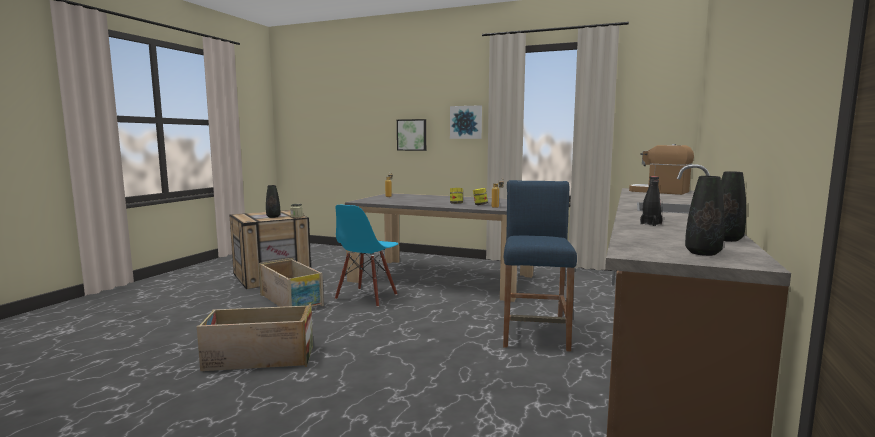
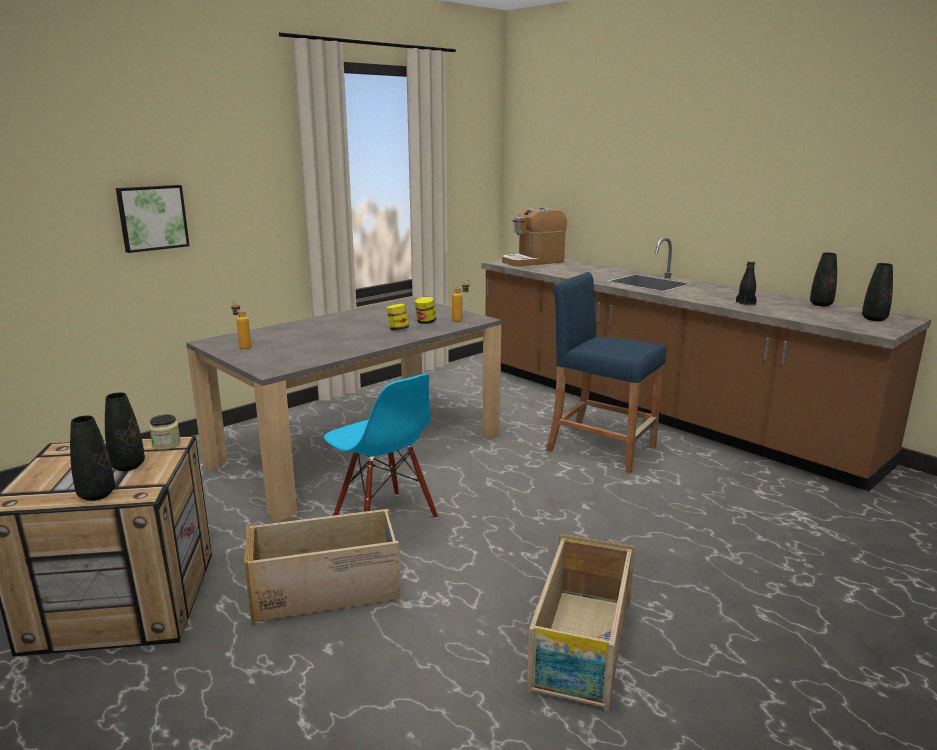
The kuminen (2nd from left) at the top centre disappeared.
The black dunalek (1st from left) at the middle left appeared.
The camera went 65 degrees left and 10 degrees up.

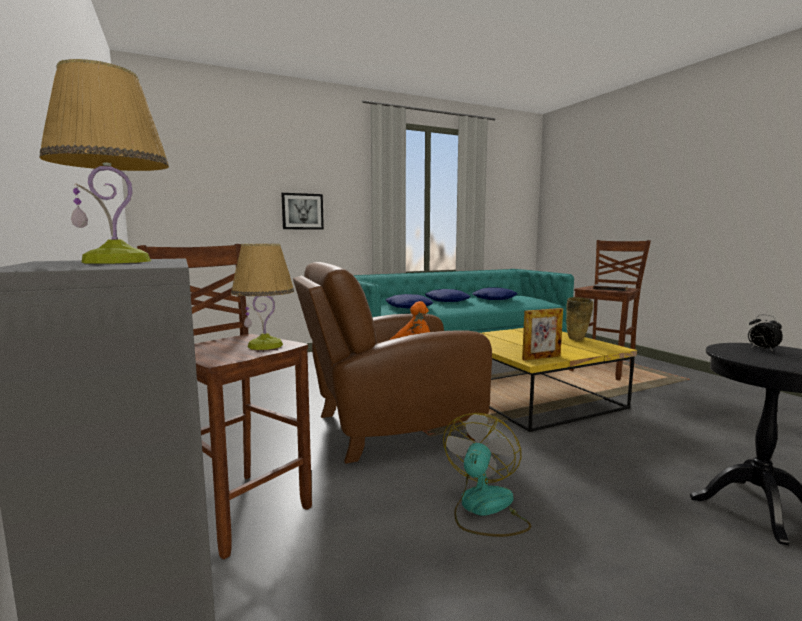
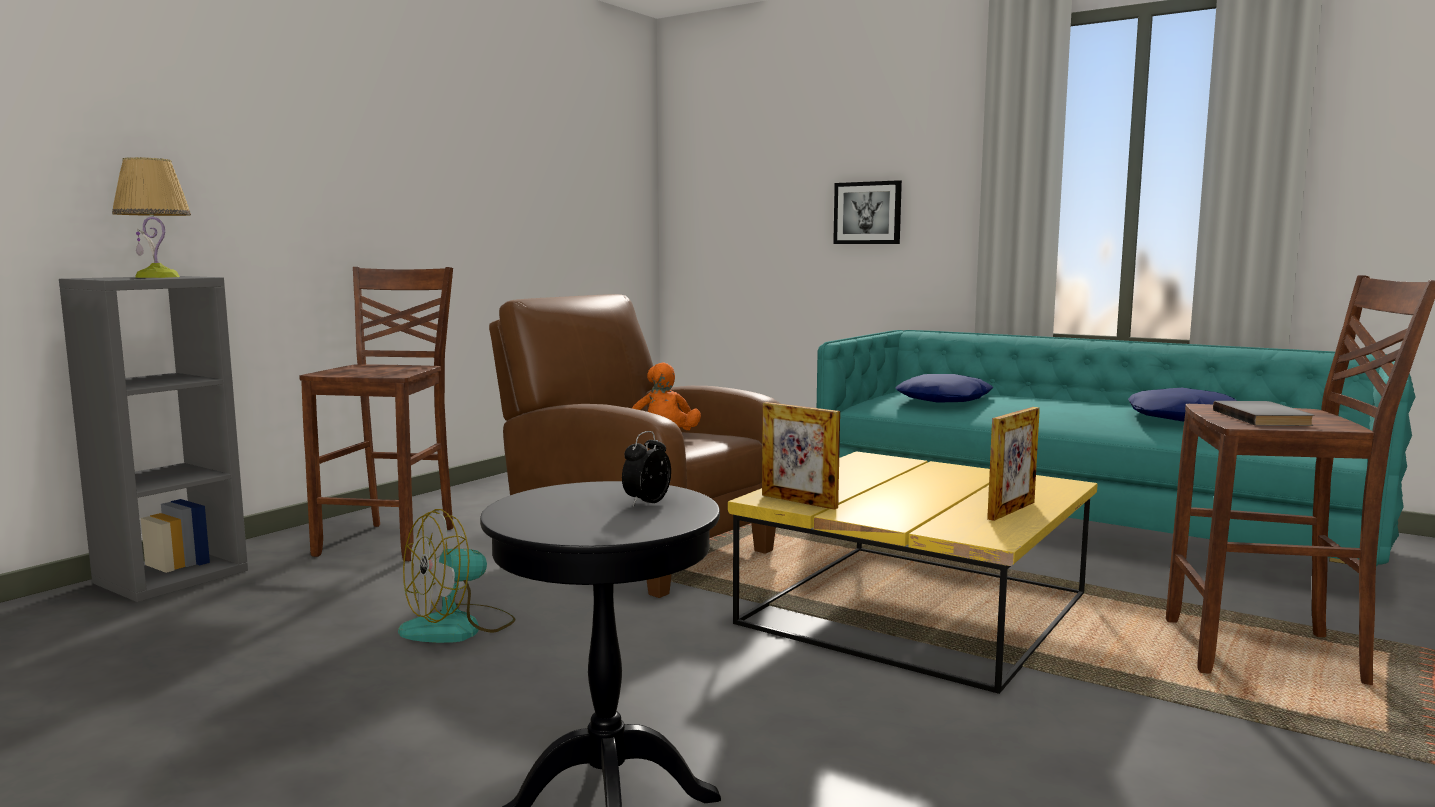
The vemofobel (2nd from left) at the middle left disappeared.
The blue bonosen (2nd from left) at the centre disappeared.
The beige dunalek at the middle right was replaced by the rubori (2nd from left) at the middle right.
The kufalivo at the bottom centre turned 150 degrees clockwise.
The camera went 60 degrees right and 0 degrees up.

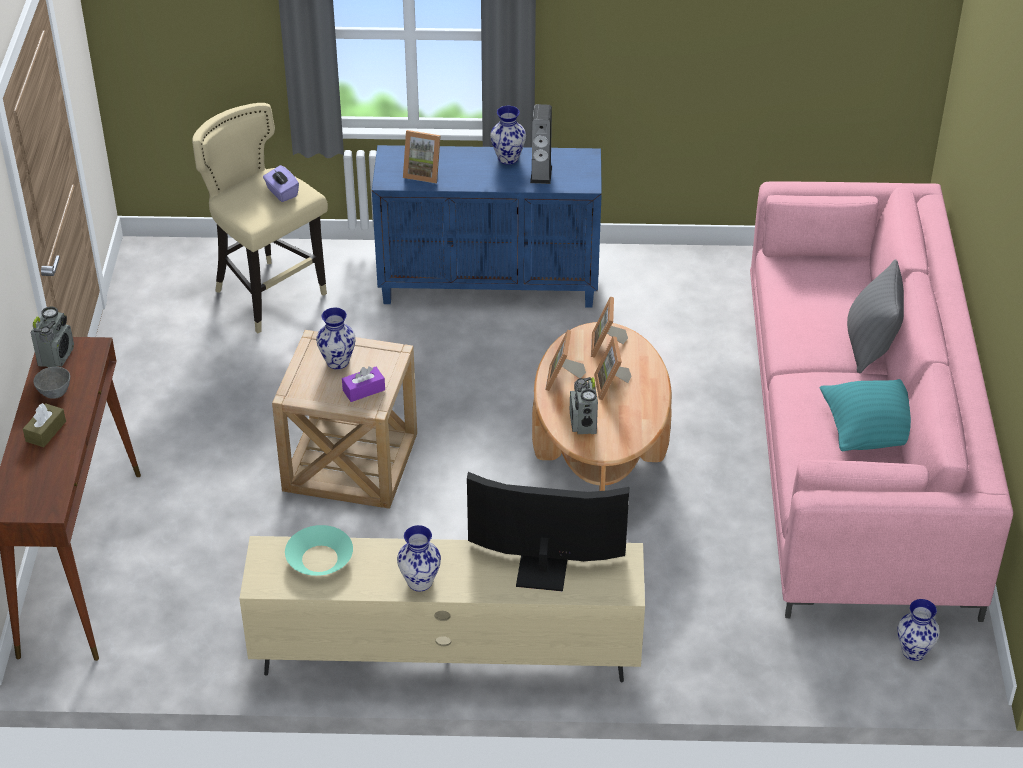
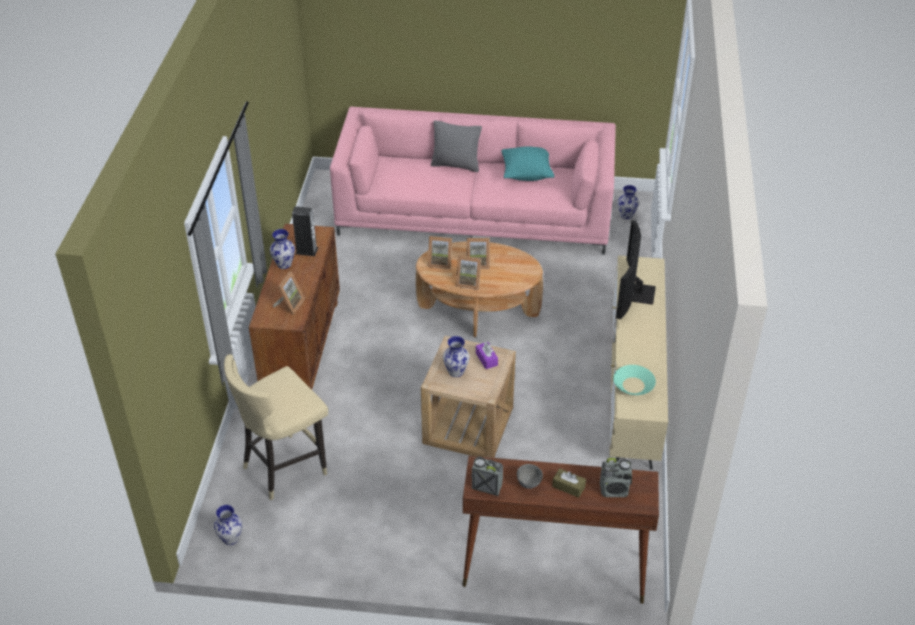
The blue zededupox at the top centre became the brown zededupox at the middle left.
The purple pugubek (1st from left) at the top left disappeared.
The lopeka (2nd from left) moved from the centre to the bottom right.
The dunalek (2nd from left in the first image) moved from the bottom centre to the bottom left.
The camera went 85 degrees left and 0 degrees up.

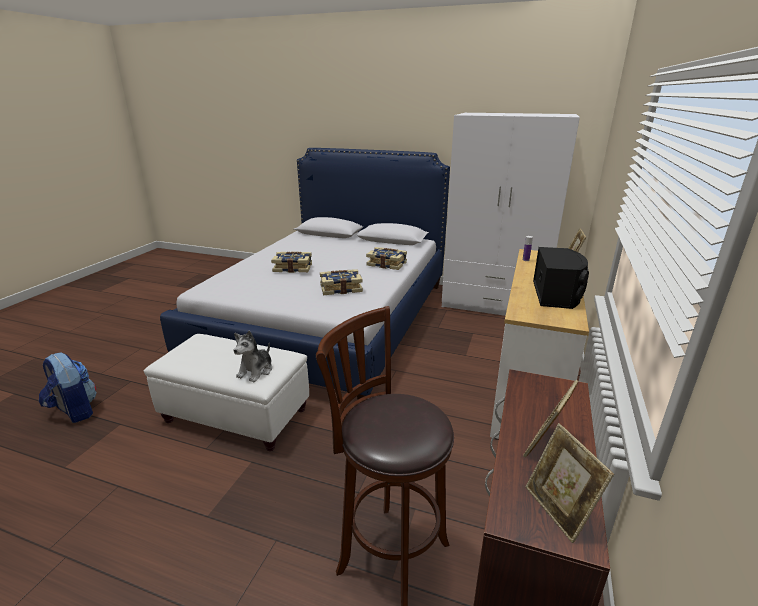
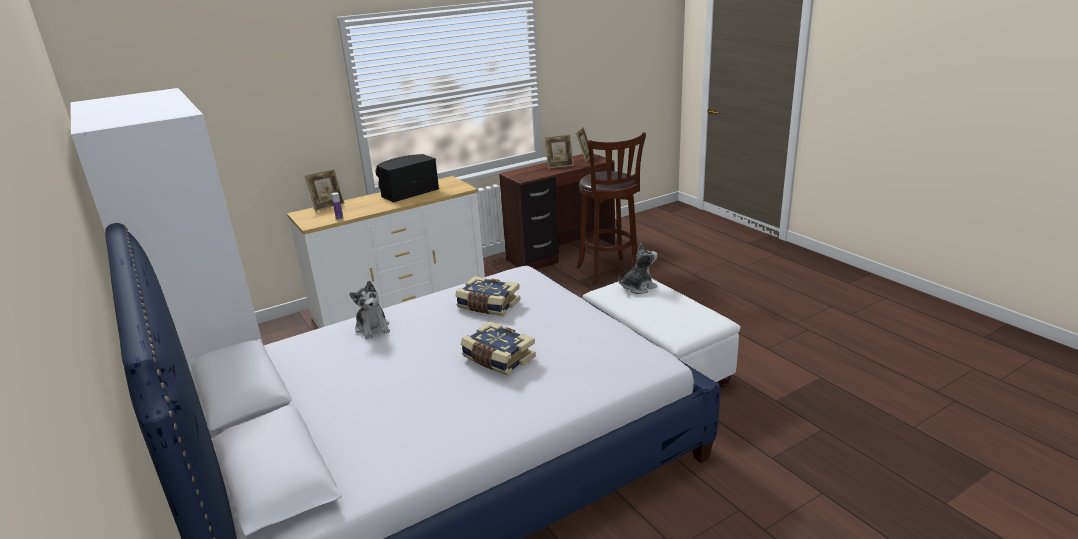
The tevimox (3rd from left) at the centre was replaced by the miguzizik (1st from left) at the centre.
The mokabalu at the middle left disappeared.
The camera went 140 degrees left and 0 degrees up.

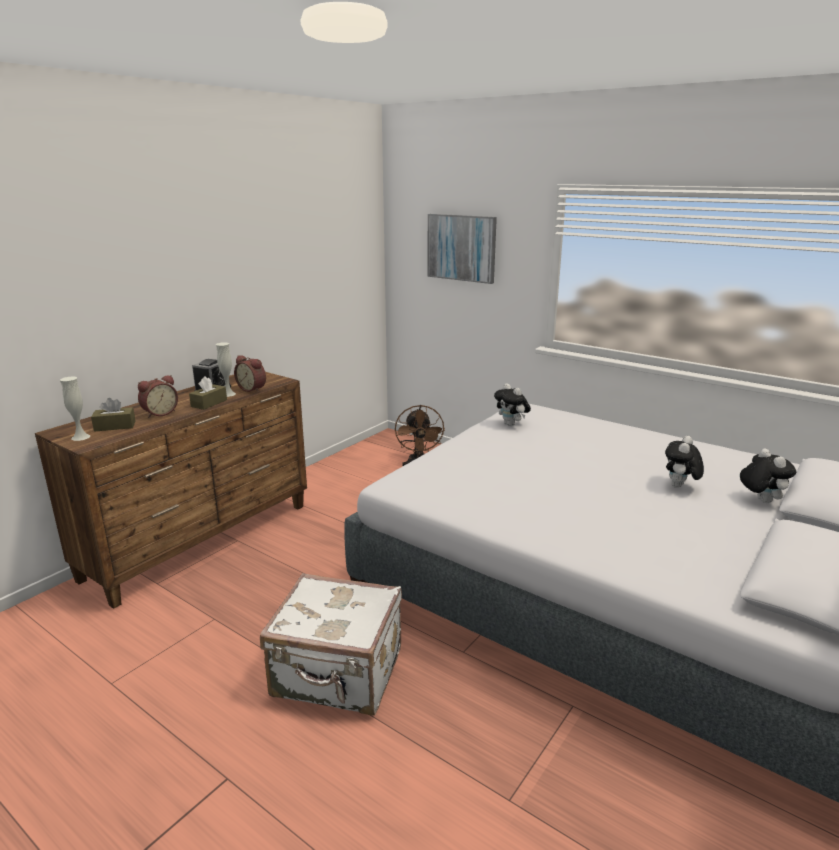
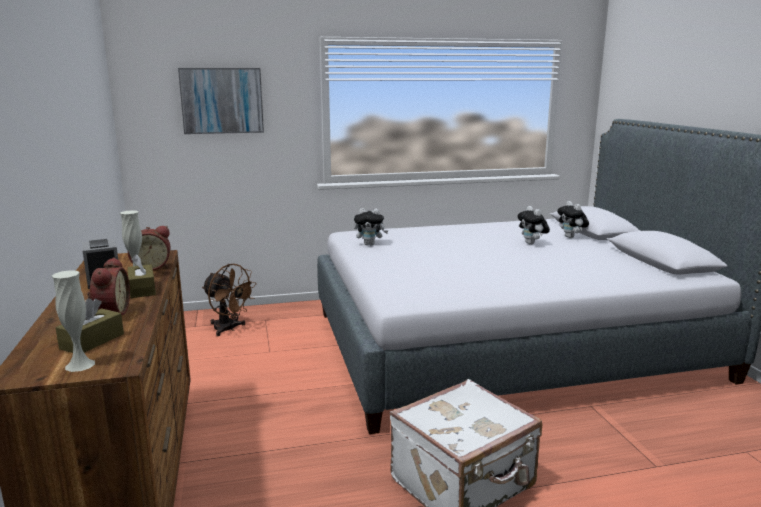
The miguzizik (3rd from left) at the middle right turned 135 degrees counterclockwise.
The camera went 50 degrees left and 5 degrees down.

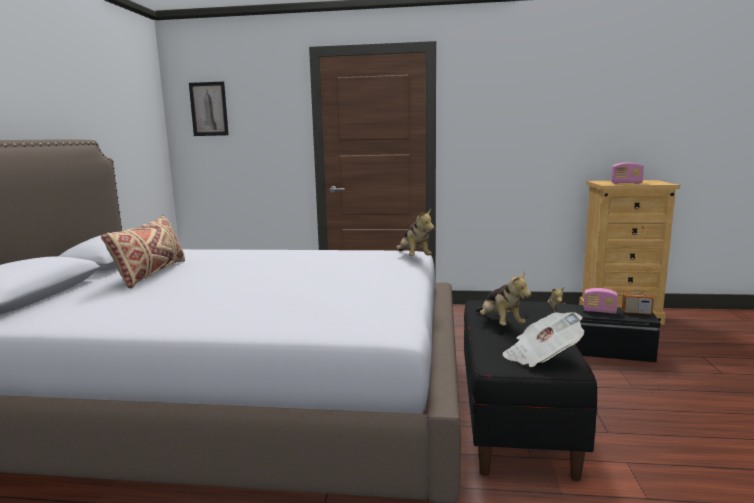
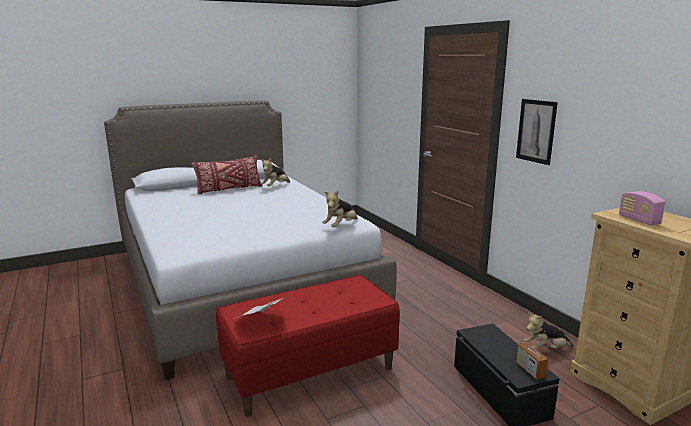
The kuminen moved from the top left to the top right.
The beige bonosen at the middle left became the red bonosen at the middle left.
The miguzizik (2nd from left in the first image) moved from the middle right to the centre.
The lopeka (1st from left) at the middle right disappeared.
The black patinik at the bottom right became the red patinik at the bottom centre.
The camera went 55 degrees right and 5 degrees up.

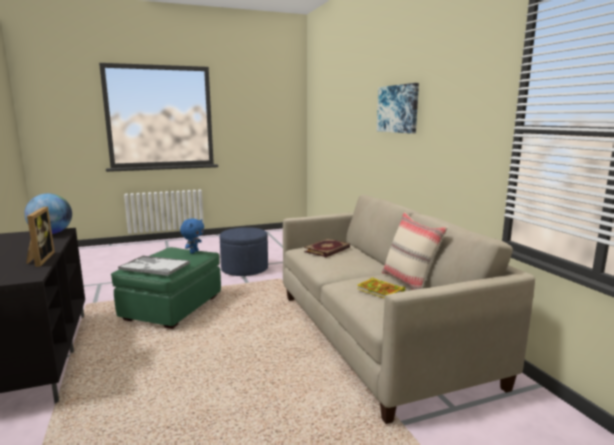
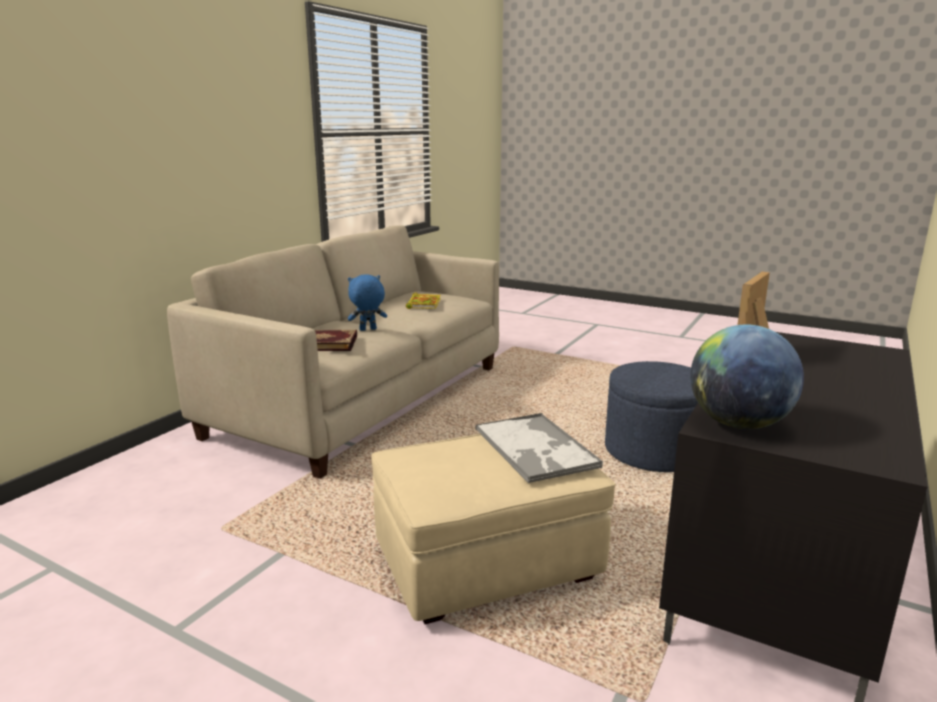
The kuminen at the top centre disappeared.
The beige bonosen at the middle right disappeared.
The blue miguzizik moved from the middle left to the centre.
The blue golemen moved from the centre to the middle right.
The green golemen at the middle left became the beige golemen at the bottom centre.
The camera went 130 degrees left and 5 degrees up.

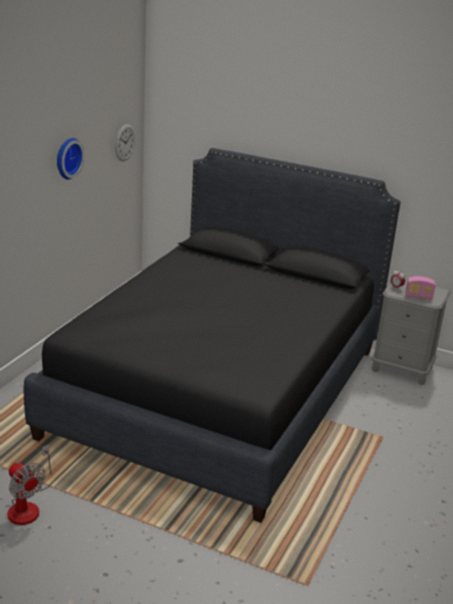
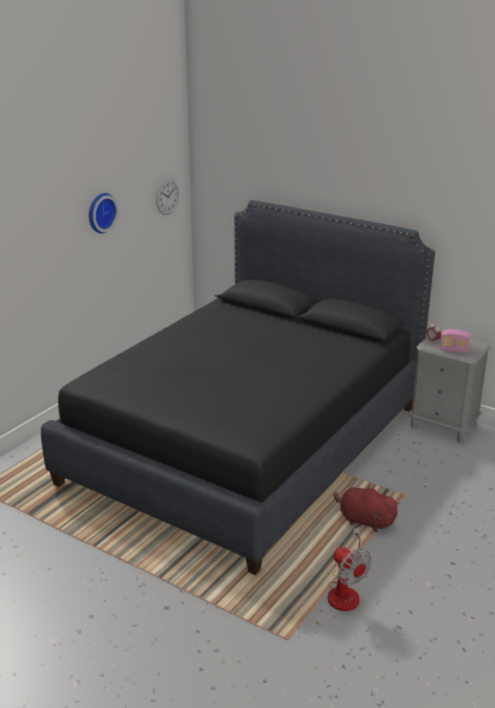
The kufalivo moved from the bottom left to the bottom right.
The red miguzizik at the bottom right appeared.
The camera went 10 degrees right and 0 degrees up.

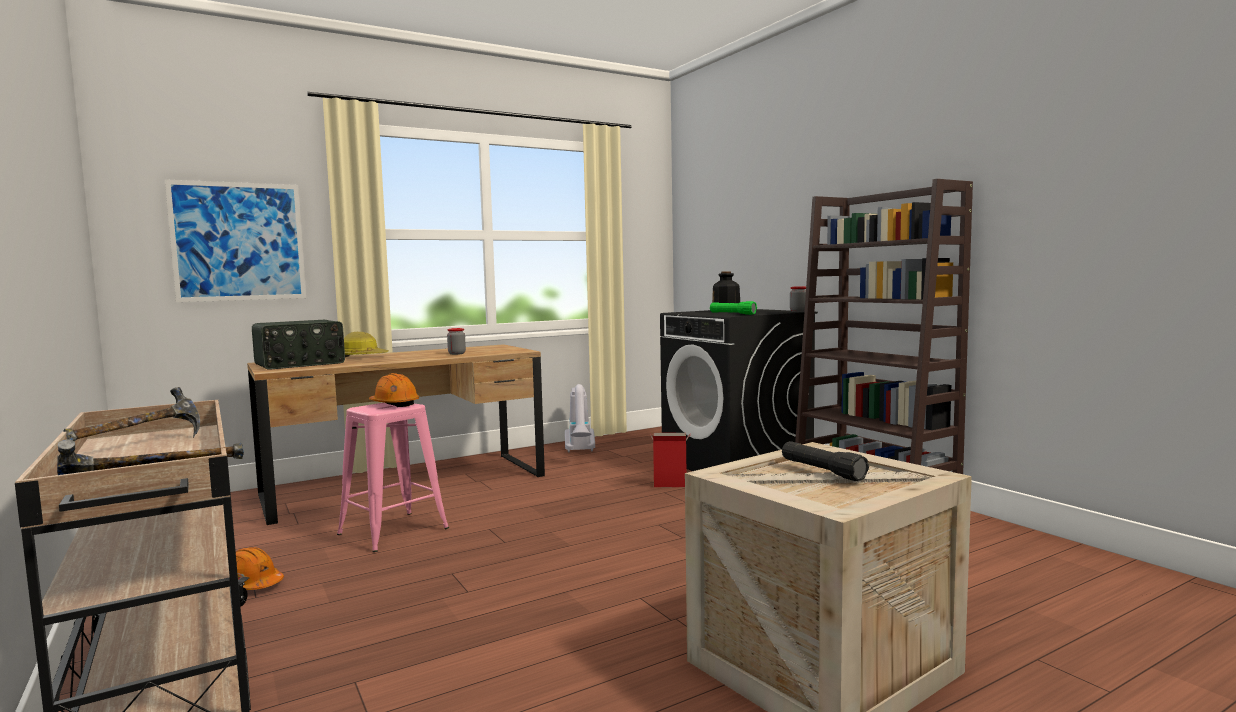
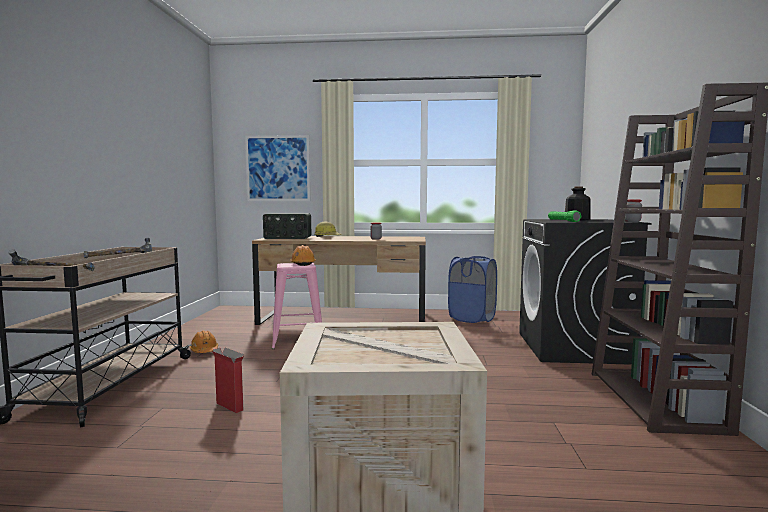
The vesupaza at the centre was replaced by the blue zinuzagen at the centre.
The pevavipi moved from the centre to the bottom left.
The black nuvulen at the middle right disappeared.
The camera went 35 degrees right and 0 degrees up.

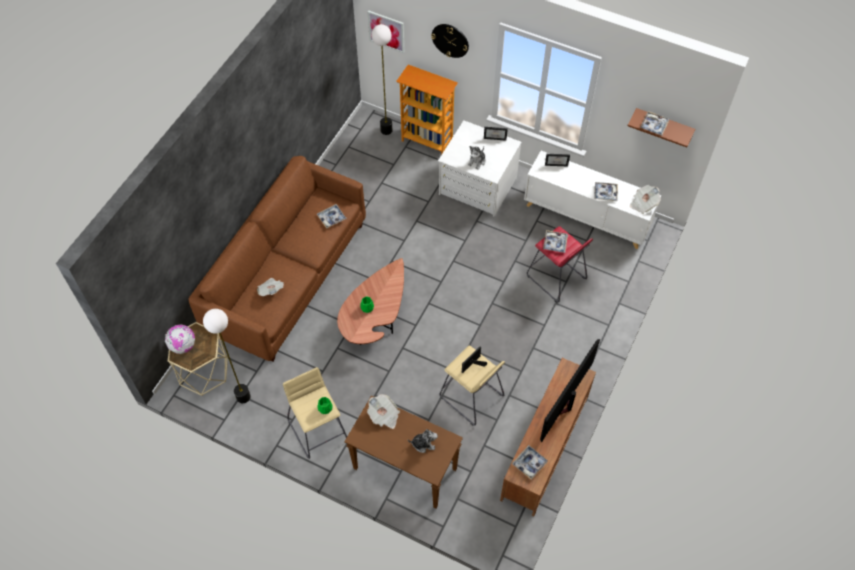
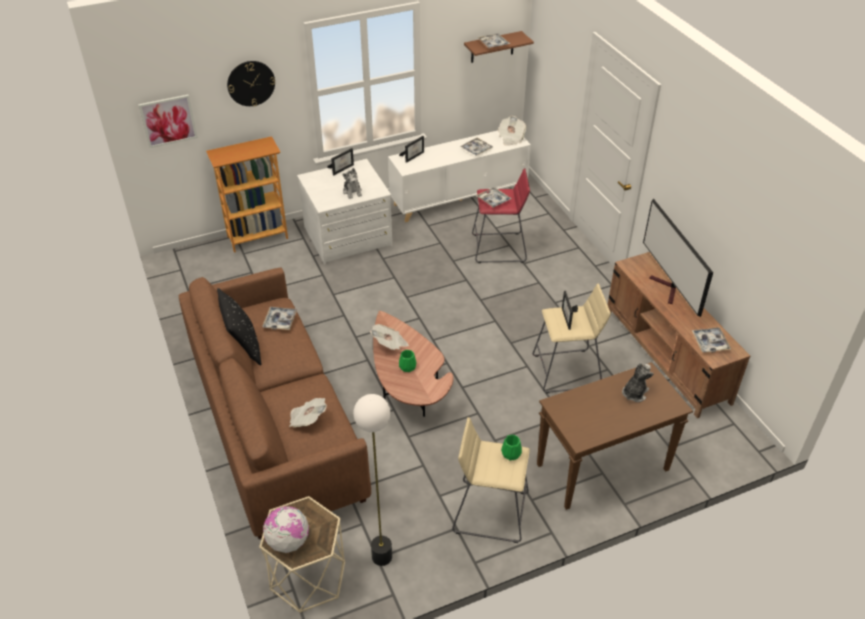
The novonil (2nd from left) at the top centre disappeared.
The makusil (2nd from left) moved from the bottom centre to the centre.
The black bonosen at the middle left appeared.
The camera went 50 degrees left and 15 degrees down.

